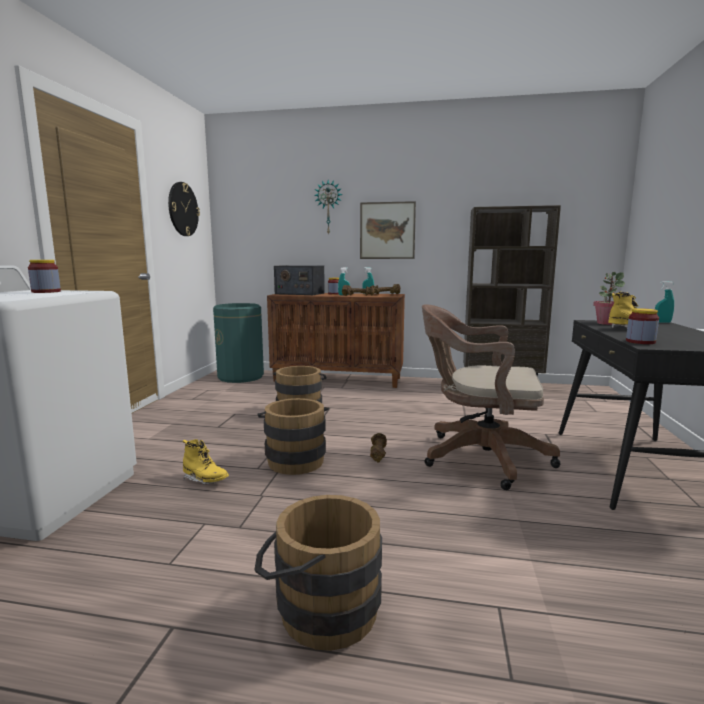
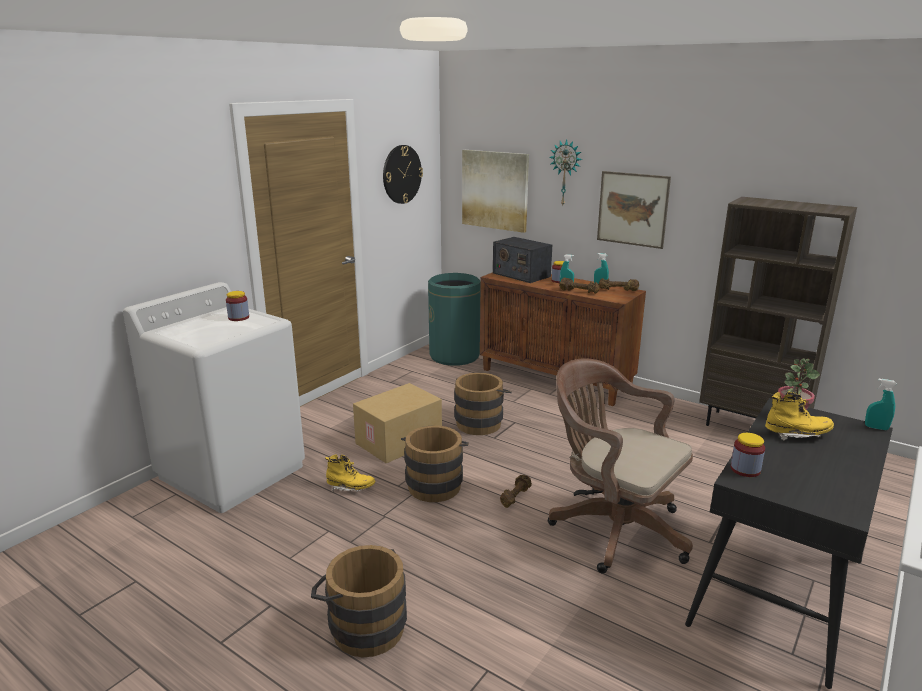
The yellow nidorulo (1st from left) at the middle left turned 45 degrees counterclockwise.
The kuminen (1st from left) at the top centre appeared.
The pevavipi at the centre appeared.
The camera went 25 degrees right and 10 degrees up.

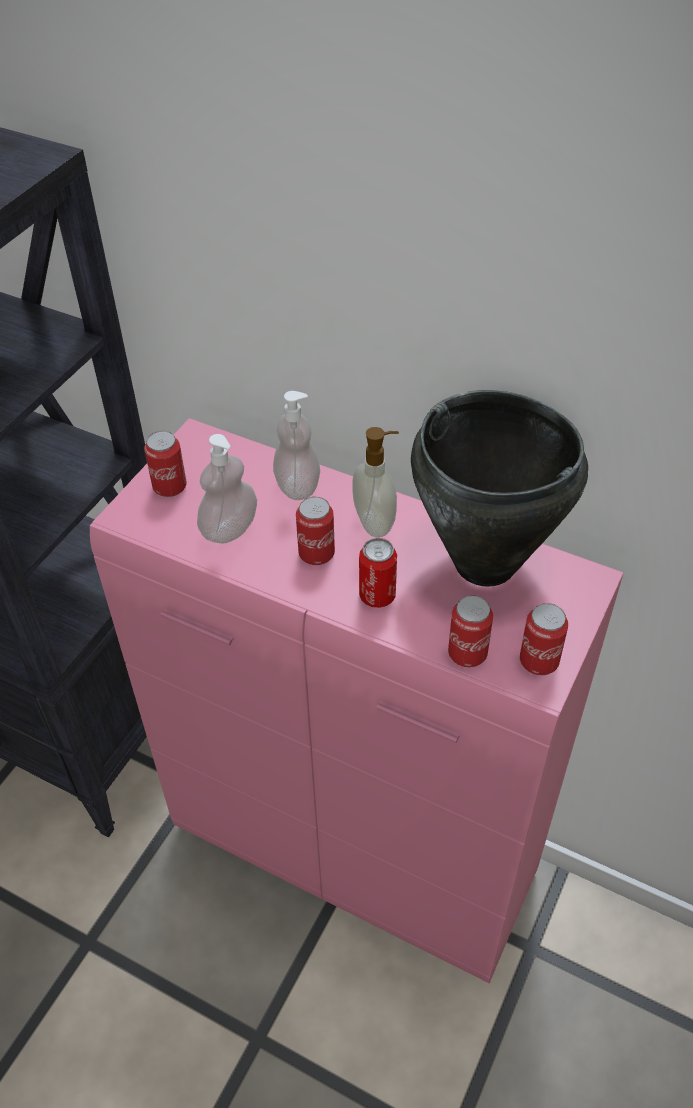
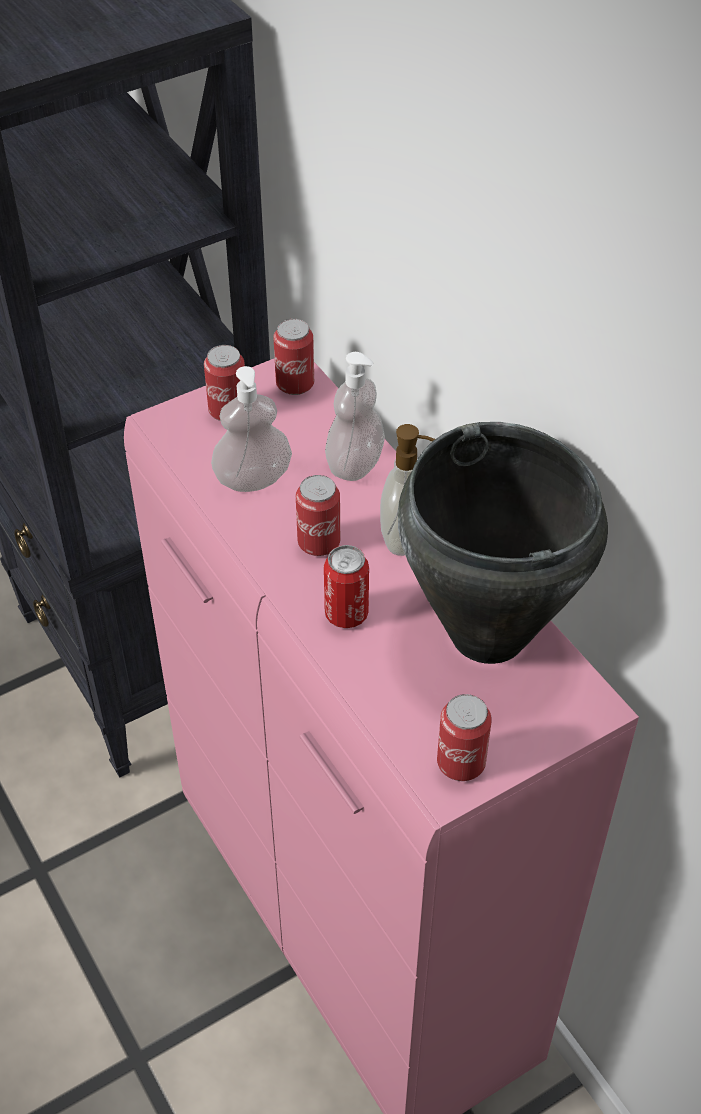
The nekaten (4th from left in the first image) moved from the middle right to the top centre.
The camera went 30 degrees right and 0 degrees up.

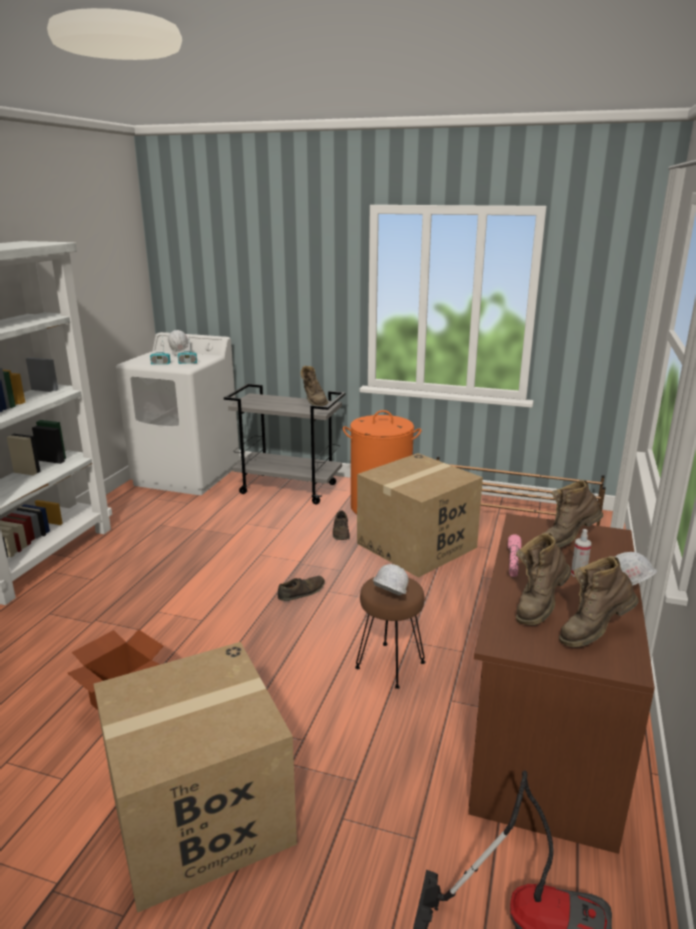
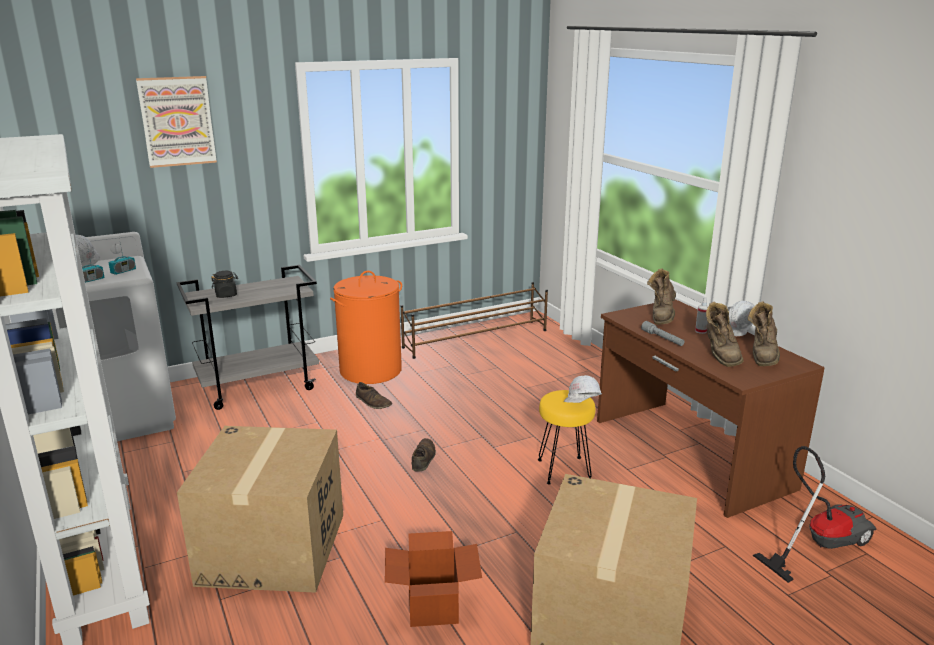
The brown nidorulo (1st from left) at the centre disappeared.
The pevavipi (3rd from left in the first image) moved from the centre to the bottom left.
The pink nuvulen at the middle right became the grey nuvulen at the middle right.
The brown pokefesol at the bottom centre became the yellow pokefesol at the bottom centre.
The kuminen at the top left appeared.
The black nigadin at the middle left appeared.
The camera went 45 degrees left and 0 degrees up.

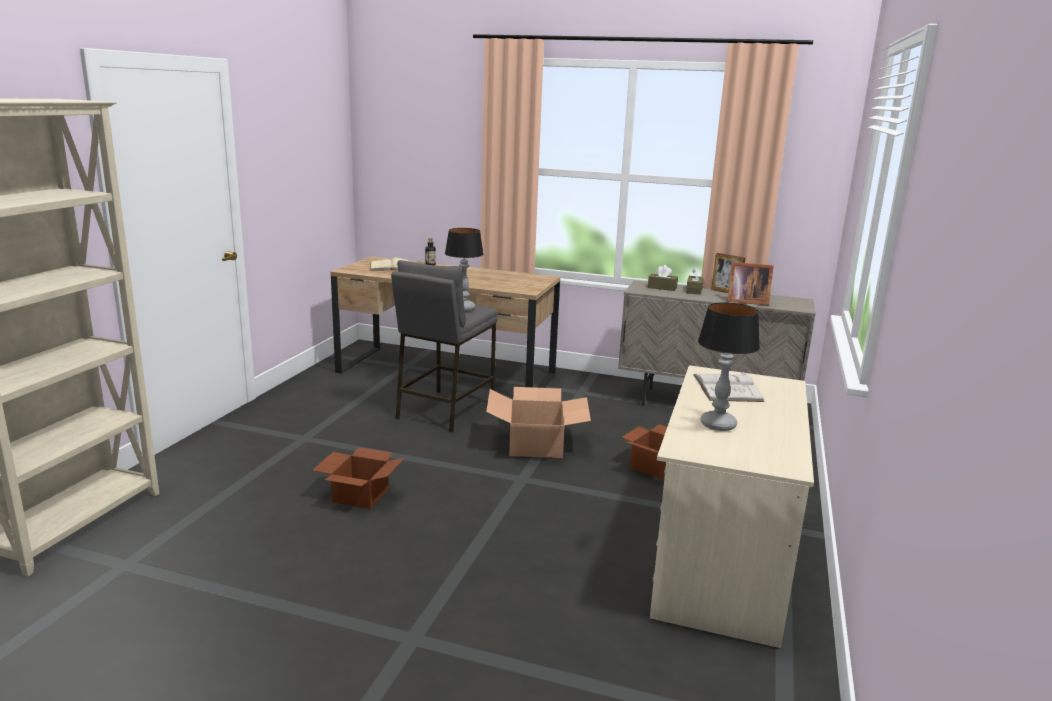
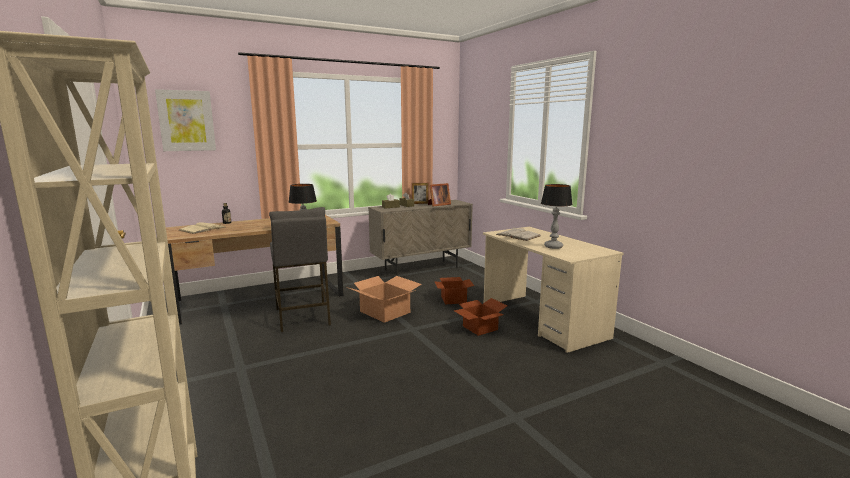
The pevavipi (1st from left in the first image) moved from the bottom centre to the centre.
The kuminen at the top left appeared.
The camera went 45 degrees left and 5 degrees down.

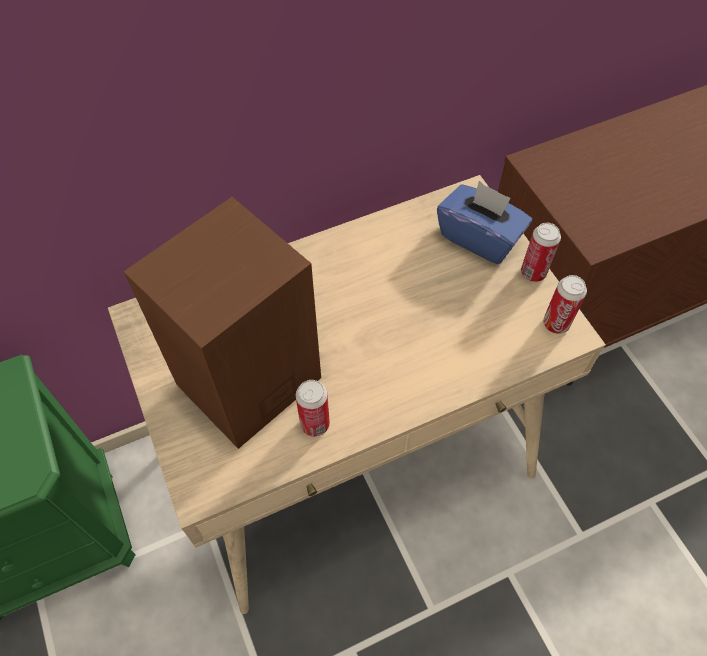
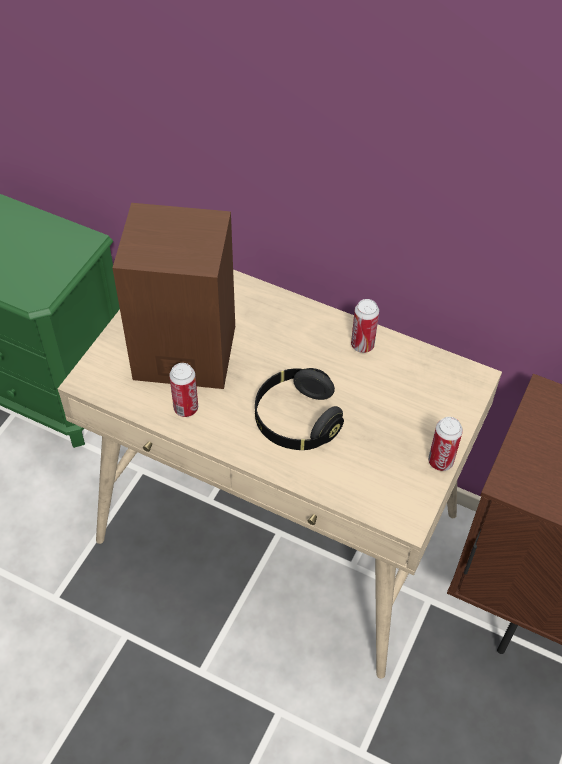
The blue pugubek at the middle right disappeared.
The nekaten (3rd from left in the first image) moved from the middle right to the centre.
The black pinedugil at the centre appeared.
The camera went 50 degrees right and 5 degrees down.

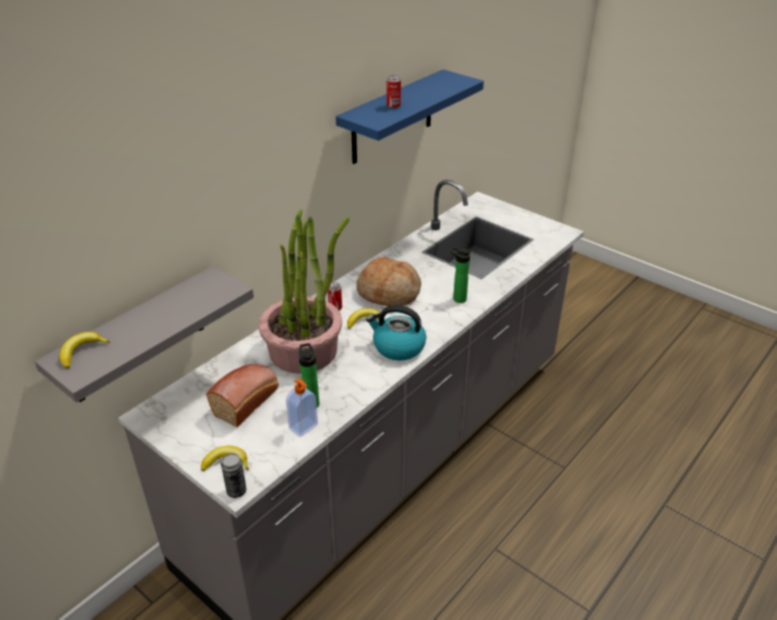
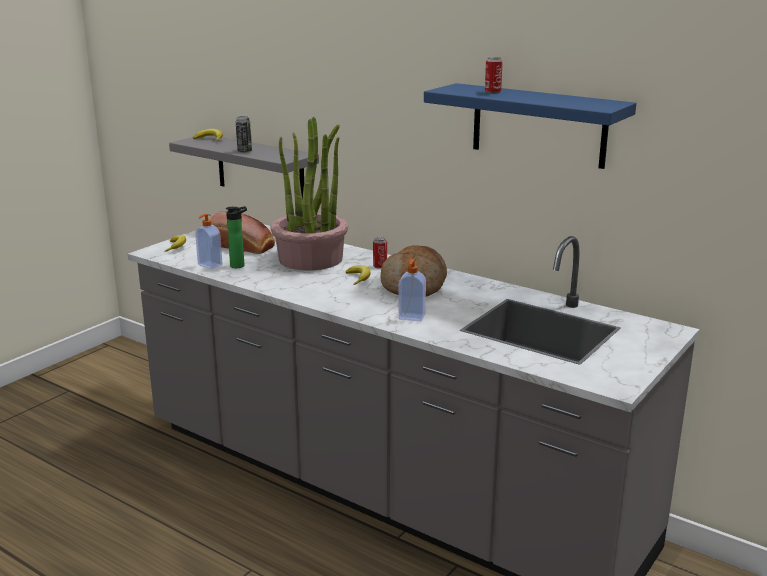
The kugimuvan (2nd from left) at the centre was replaced by the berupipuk (2nd from left) at the centre.
The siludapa at the centre disappeared.
The nekaten (1st from left) moved from the bottom left to the top left.
The camera went 85 degrees right and 15 degrees down.

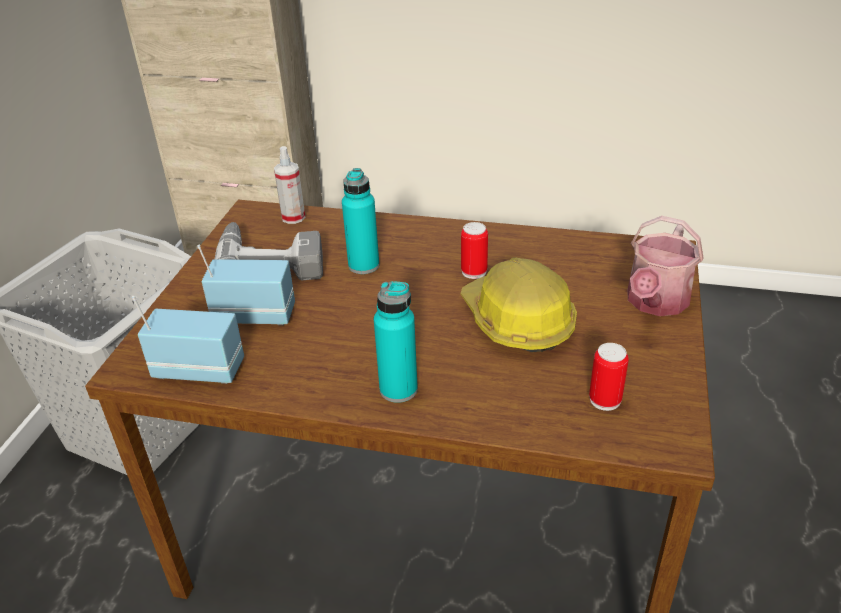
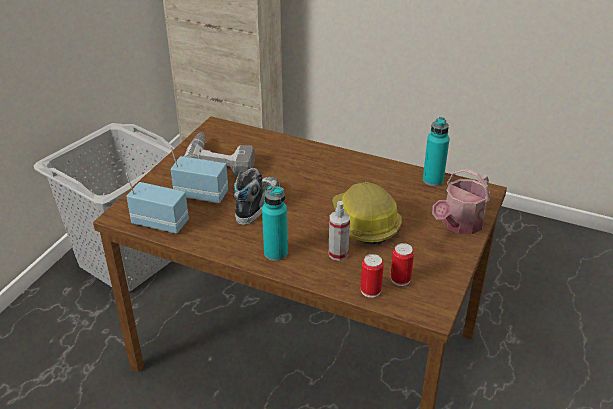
The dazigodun moved from the top centre to the centre.
The turquoise kugimuvan (1st from left in the first image) moved from the centre to the middle right.
The nekaten (1st from left) moved from the centre to the bottom centre.
The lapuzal at the centre appeared.
The camera went 10 degrees right and 0 degrees up.

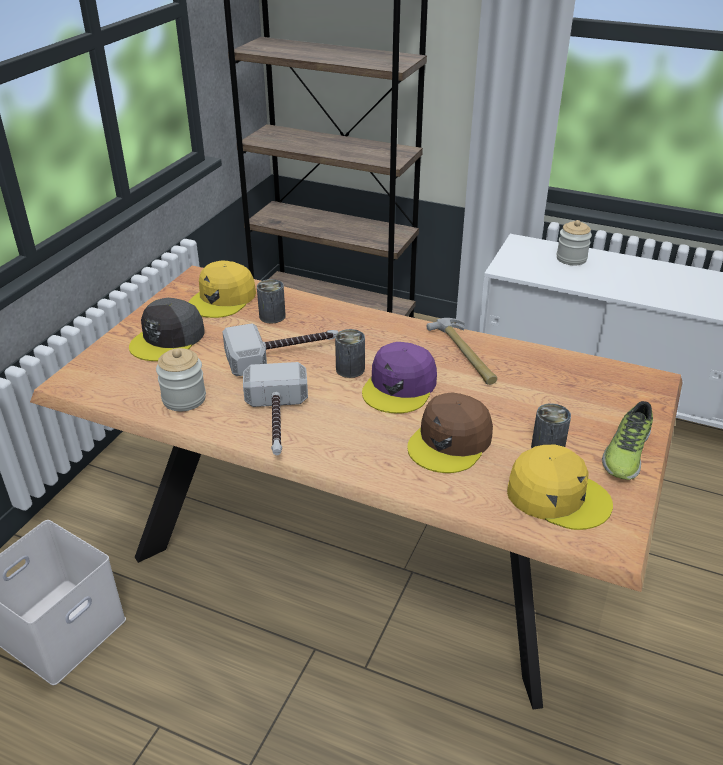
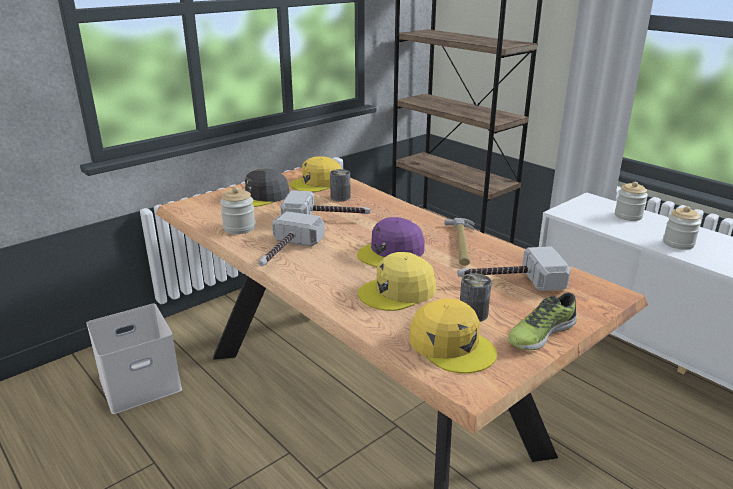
The nekaten (2nd from left) at the centre disappeared.
The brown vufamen at the centre became the yellow vufamen (2nd from left) at the centre.
The nigadin (3rd from left) at the middle right appeared.
The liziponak (4th from left) at the middle right appeared.
The camera went 25 degrees right and 10 degrees down.

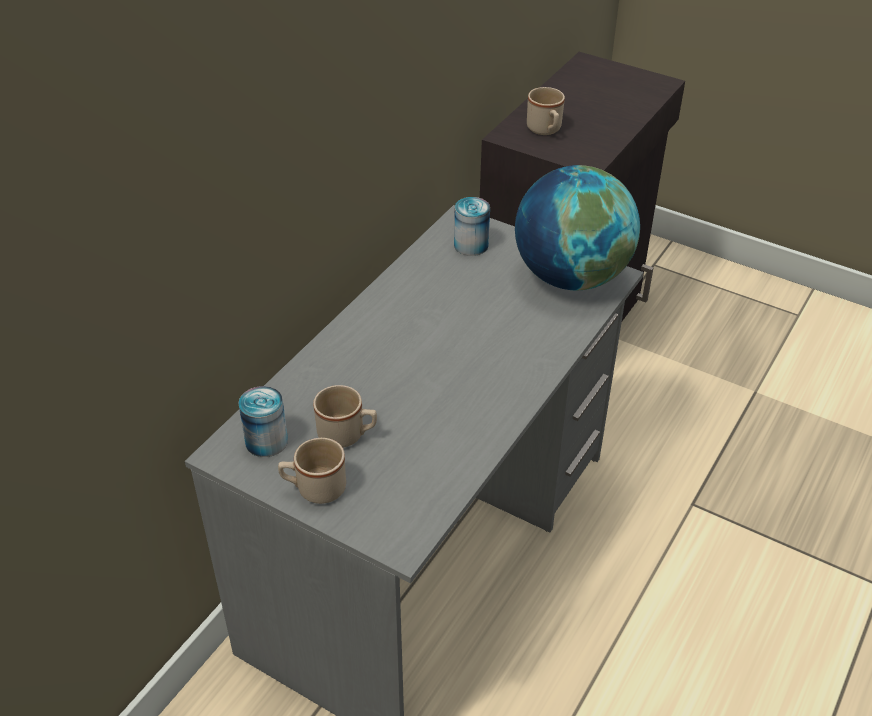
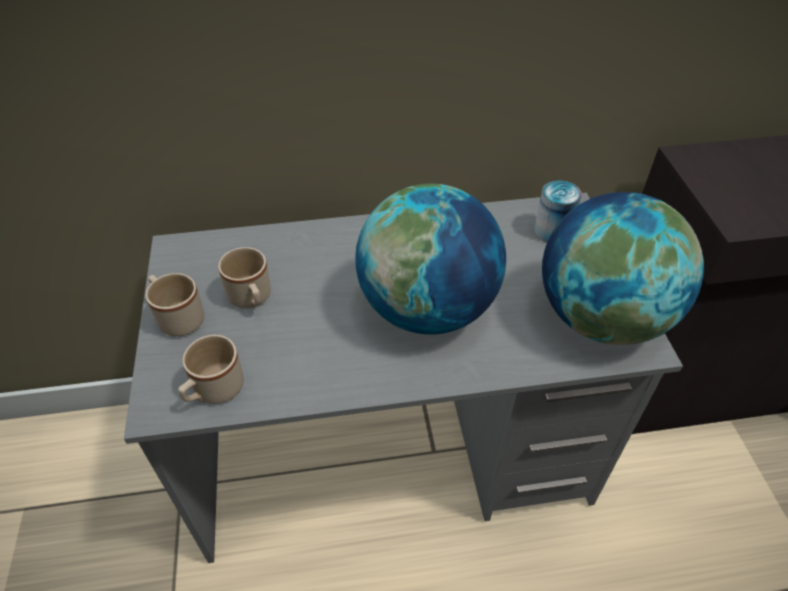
The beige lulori (3rd from left in the first image) moved from the top centre to the middle left.
The nekaten (1st from left) at the middle left disappeared.
The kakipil (1st from left) at the centre appeared.
The camera went 50 degrees right and 5 degrees up.

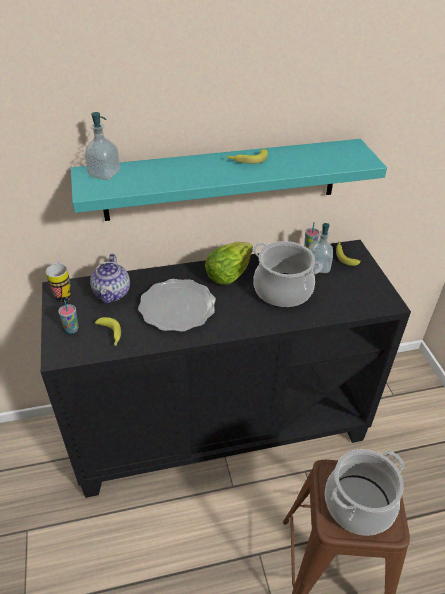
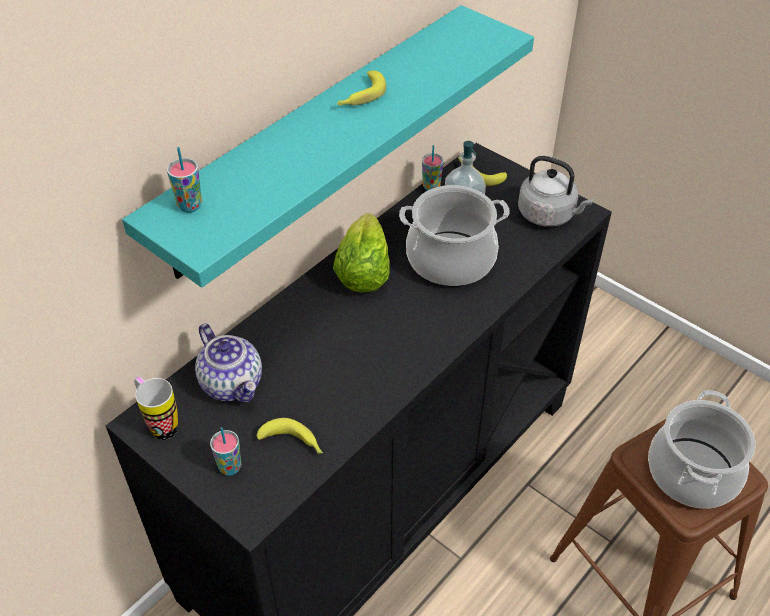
The berupipuk (1st from left) at the top left was replaced by the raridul (1st from left) at the top left.
The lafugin at the centre disappeared.
The grey siludapa at the top right appeared.
The camera went 35 degrees left and 5 degrees up.

